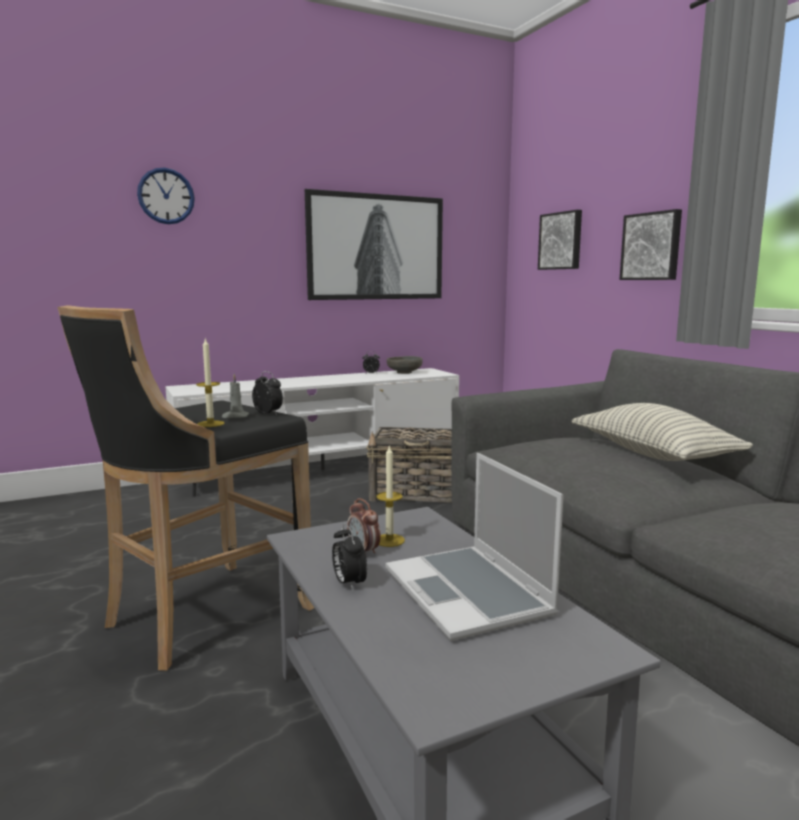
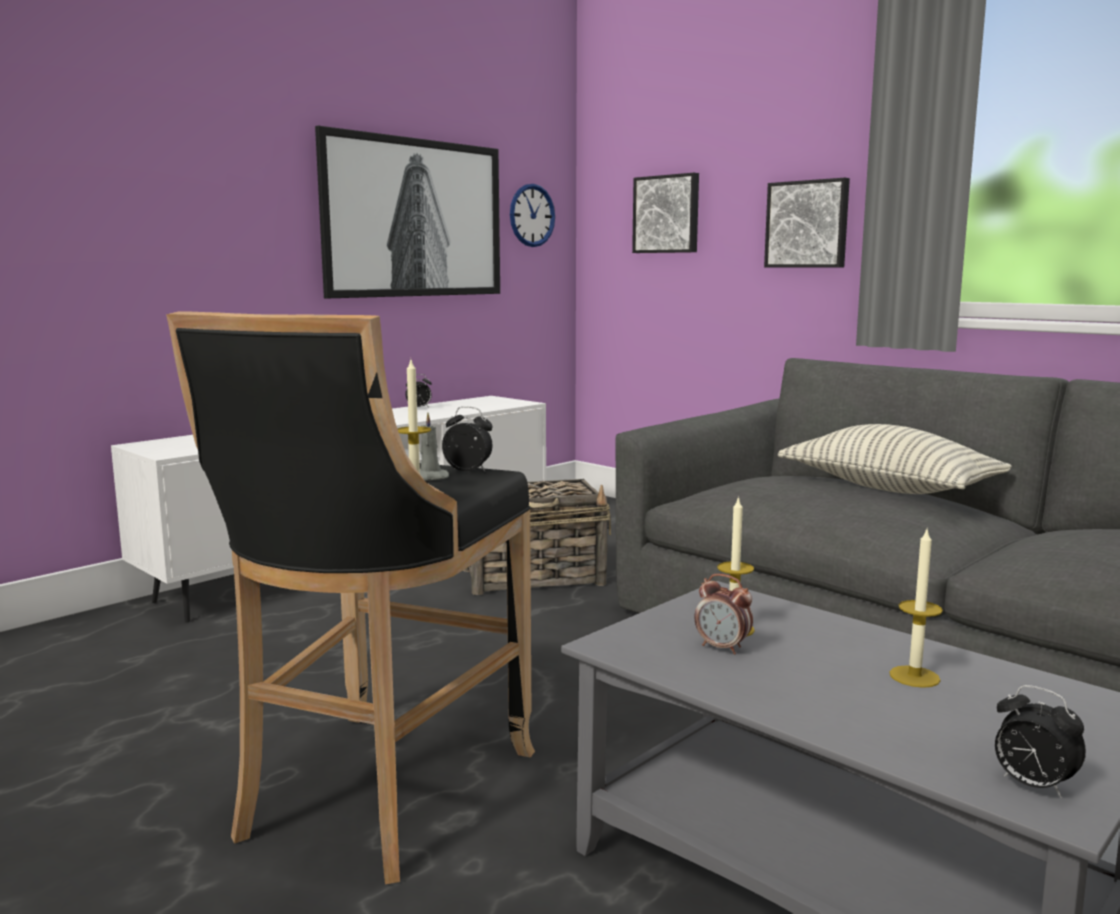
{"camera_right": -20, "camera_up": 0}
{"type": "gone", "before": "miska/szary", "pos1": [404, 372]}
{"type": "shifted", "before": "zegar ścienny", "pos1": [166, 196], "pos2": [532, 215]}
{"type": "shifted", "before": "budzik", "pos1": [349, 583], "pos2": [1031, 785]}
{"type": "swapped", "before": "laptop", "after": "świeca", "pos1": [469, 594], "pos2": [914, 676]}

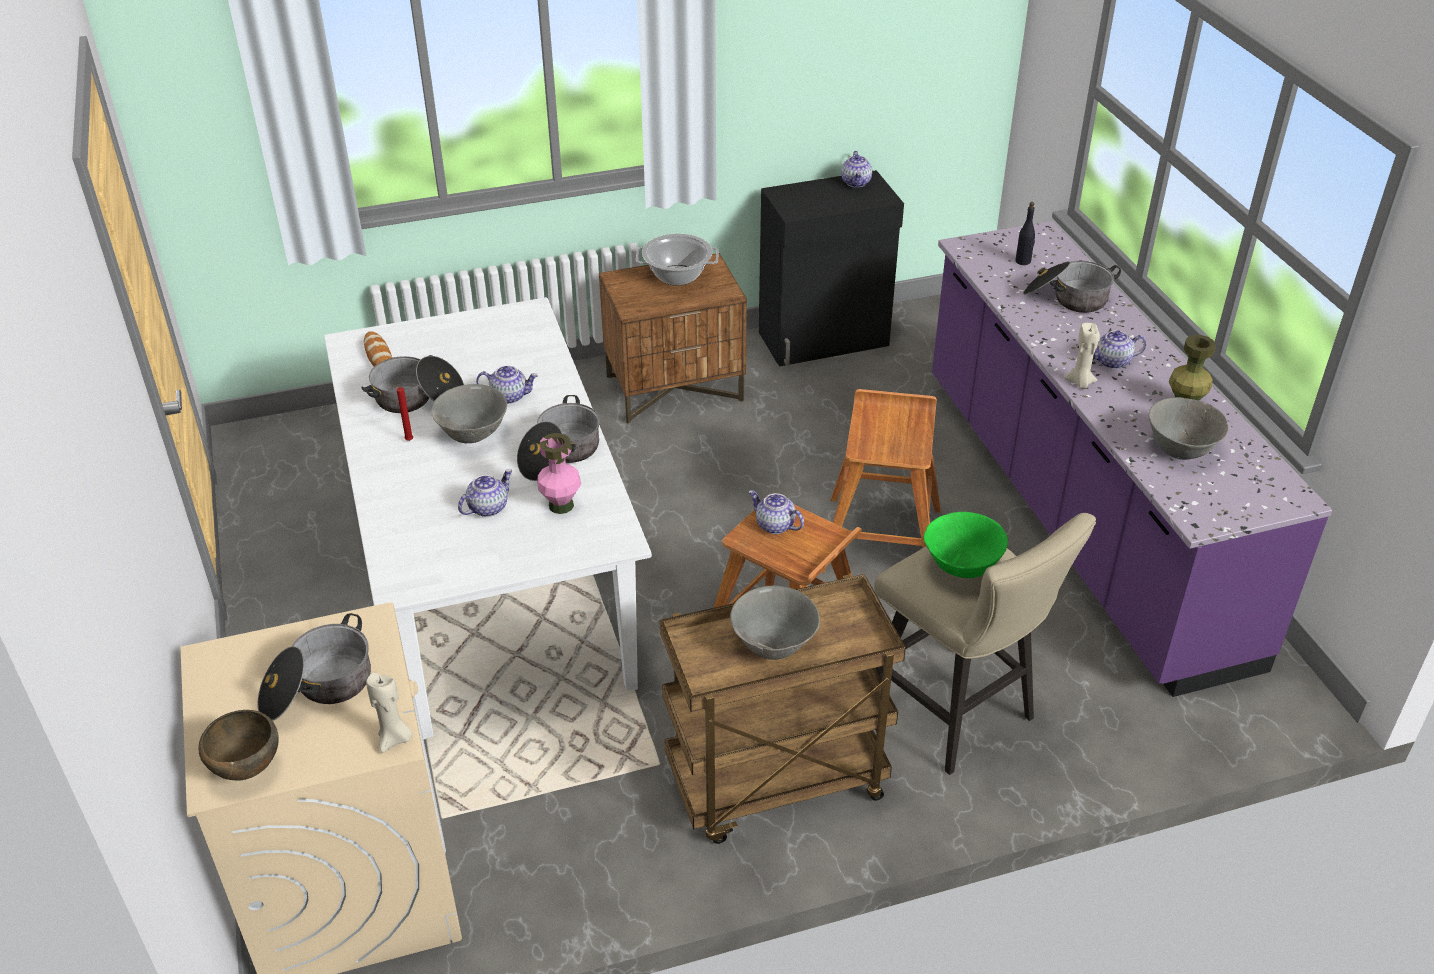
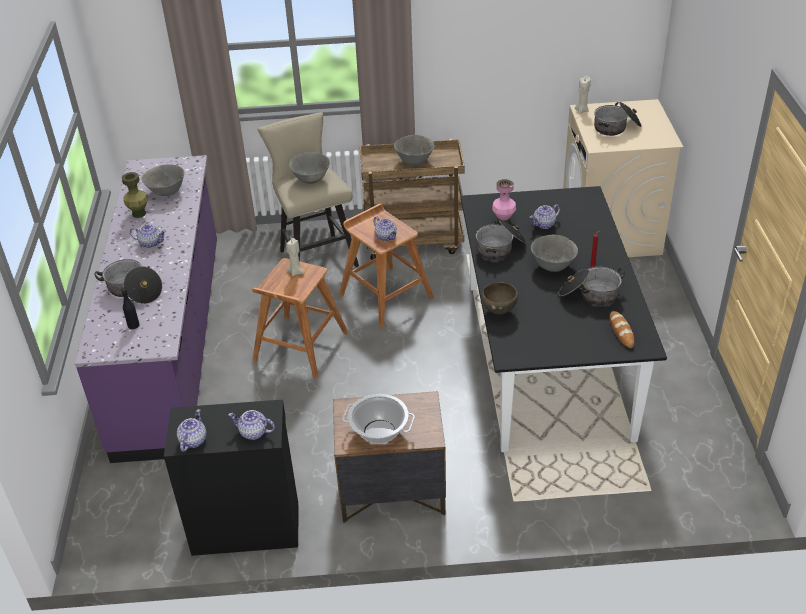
{"camera_right": -165, "camera_up": 0}
{"type": "shifted", "before": "miska/brązowy", "pos1": [247, 770], "pos2": [499, 311]}
{"type": "shifted", "before": "imbryk", "pos1": [509, 396], "pos2": [253, 432]}
{"type": "shifted", "before": "świeca/beżowy", "pos1": [1080, 382], "pos2": [296, 272]}
{"type": "repainted", "before": "stół jadalny/biały", "after": "stół jadalny/czarny", "pos1": [491, 575], "pos2": [547, 358]}
{"type": "repainted", "before": "miska/zielony", "after": "miska/szary", "pos1": [962, 567], "pos2": [311, 179]}

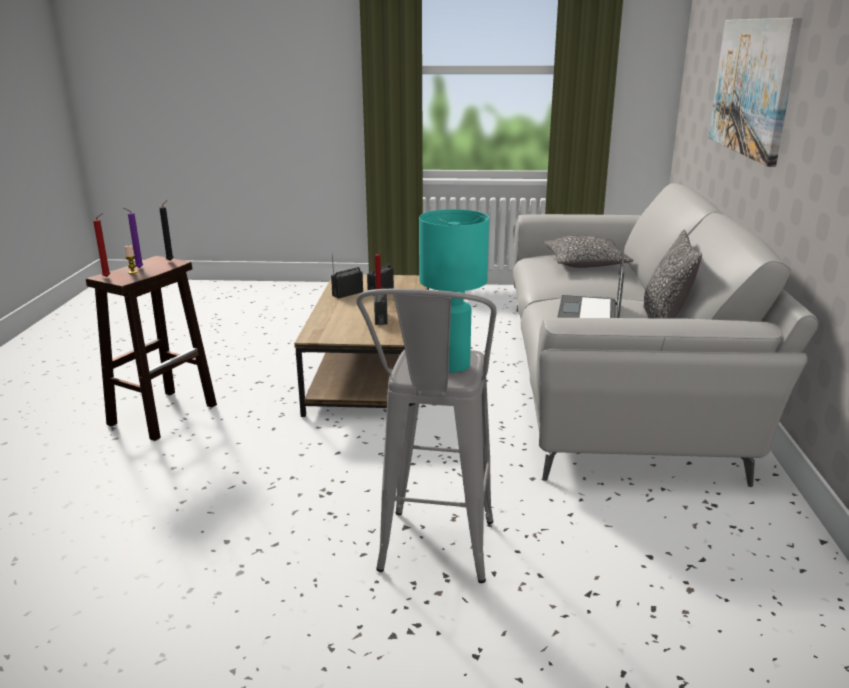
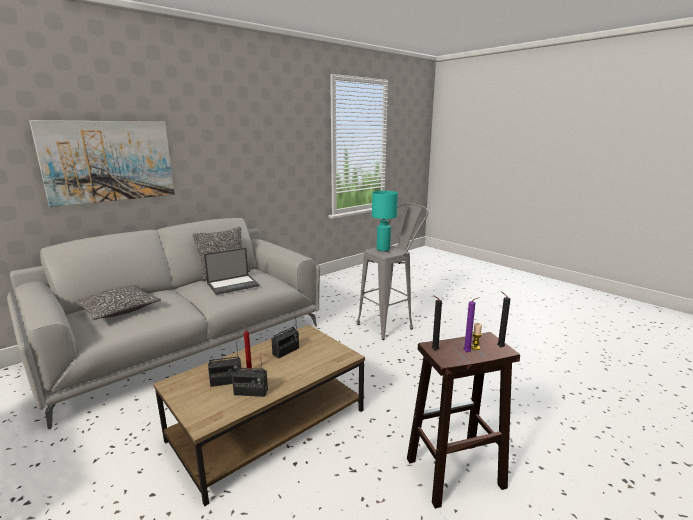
{"camera_right": -135, "camera_up": -5}
{"type": "repainted", "before": "świeca/czerwony", "after": "świeca/czarny", "pos1": [108, 276], "pos2": [499, 347]}

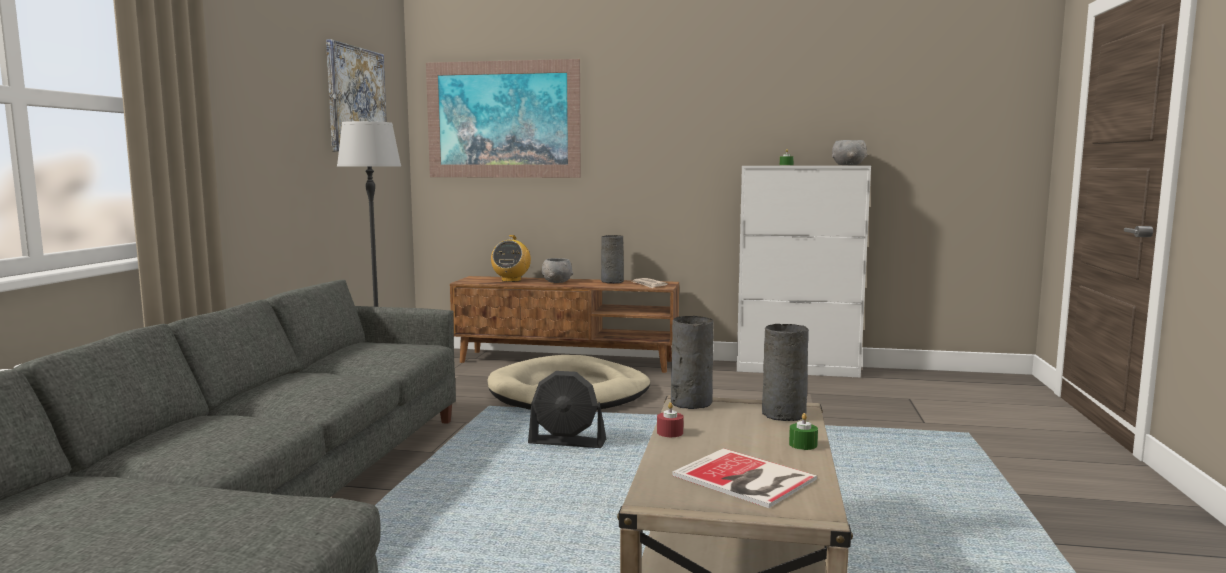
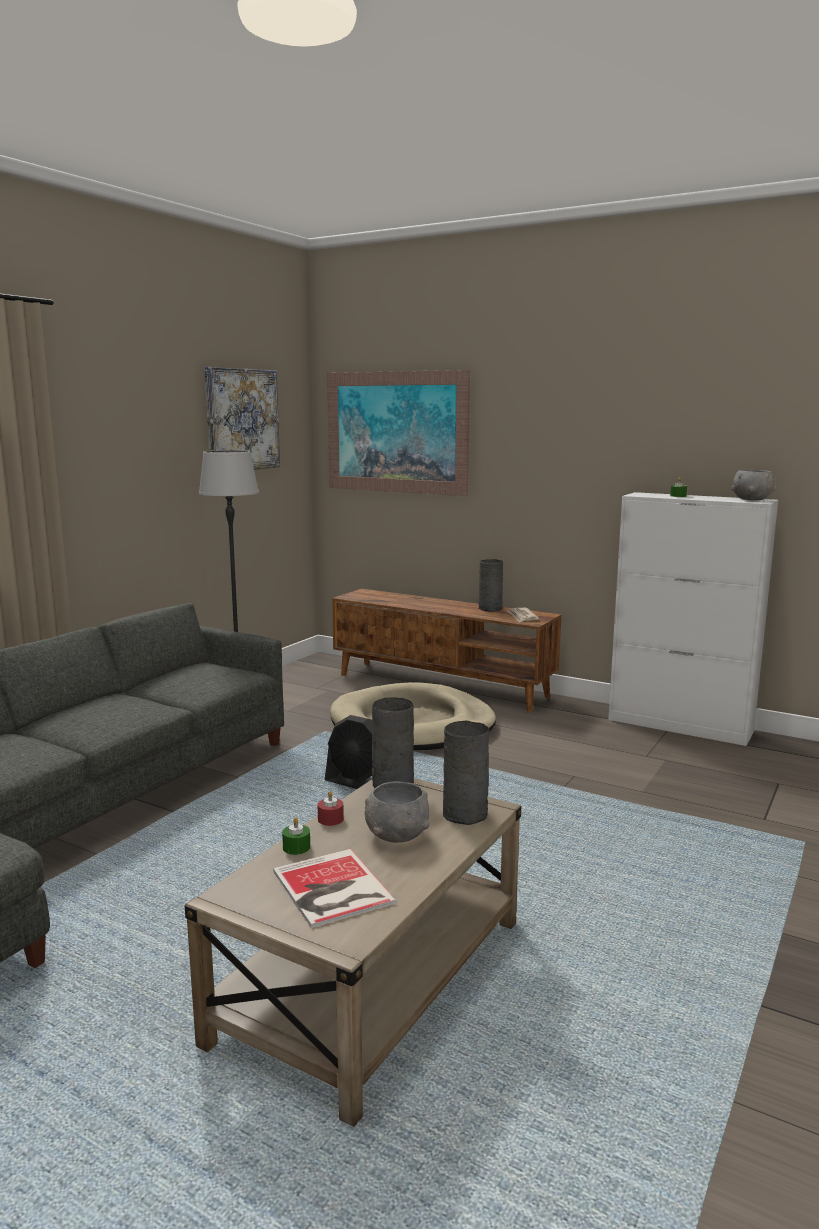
{"camera_right": 20, "camera_up": 5}
{"type": "gone", "before": "radio", "pos1": [511, 280]}
{"type": "shifted", "before": "miska/szary", "pos1": [556, 282], "pos2": [396, 835]}
{"type": "shifted", "before": "świeca/zielony", "pos1": [803, 445], "pos2": [296, 847]}

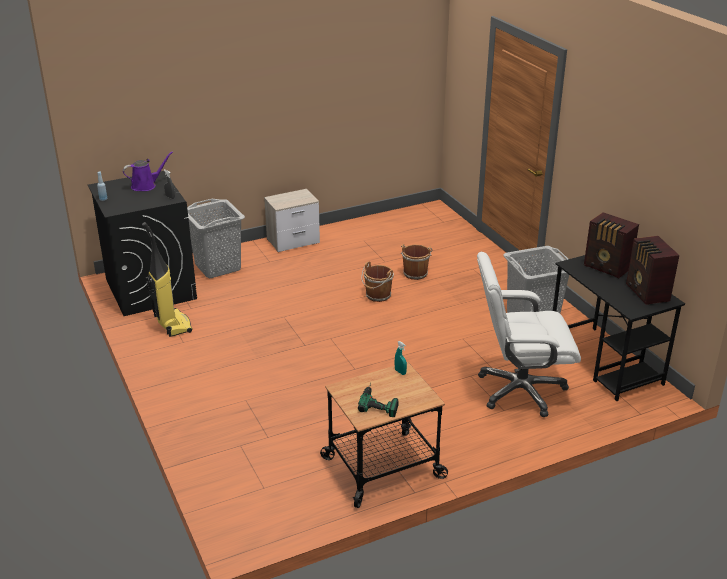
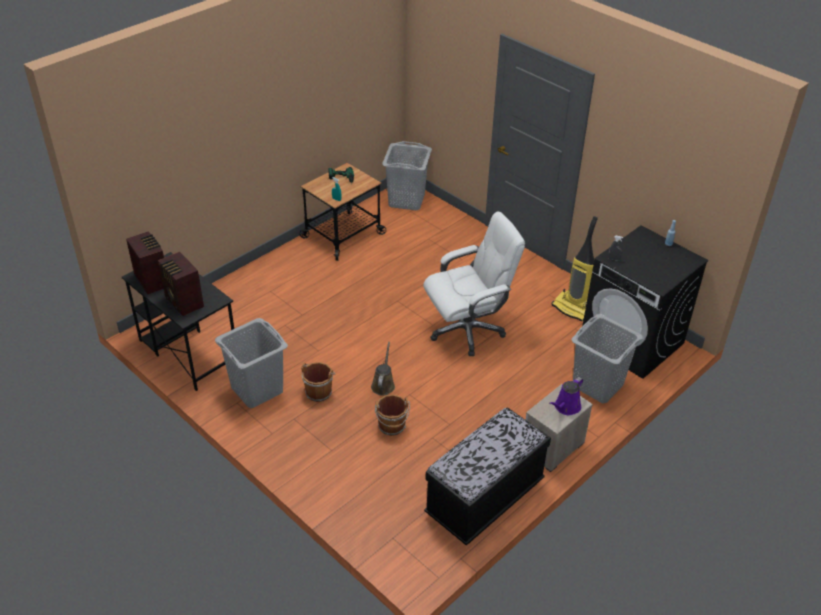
{"camera_right": 160, "camera_up": 10}
{"type": "new", "after": "konewka/brązowy", "pos2": [383, 384]}
{"type": "new", "after": "kosz na pranie/szary", "pos2": [407, 200]}
{"type": "new", "after": "ławka/czarny", "pos2": [484, 499]}
{"type": "shifted", "before": "konewka/fioletowy", "pos1": [146, 186], "pos2": [566, 407]}
{"type": "shifted", "before": "wiadro/brązowy", "pos1": [377, 296], "pos2": [319, 391]}
{"type": "shifted", "before": "krzesło biurowe/biały", "pos1": [520, 390], "pos2": [467, 329]}
{"type": "rotated", "before": "radio", "pos1": [607, 268], "pos2": [184, 303], "turn": -150}

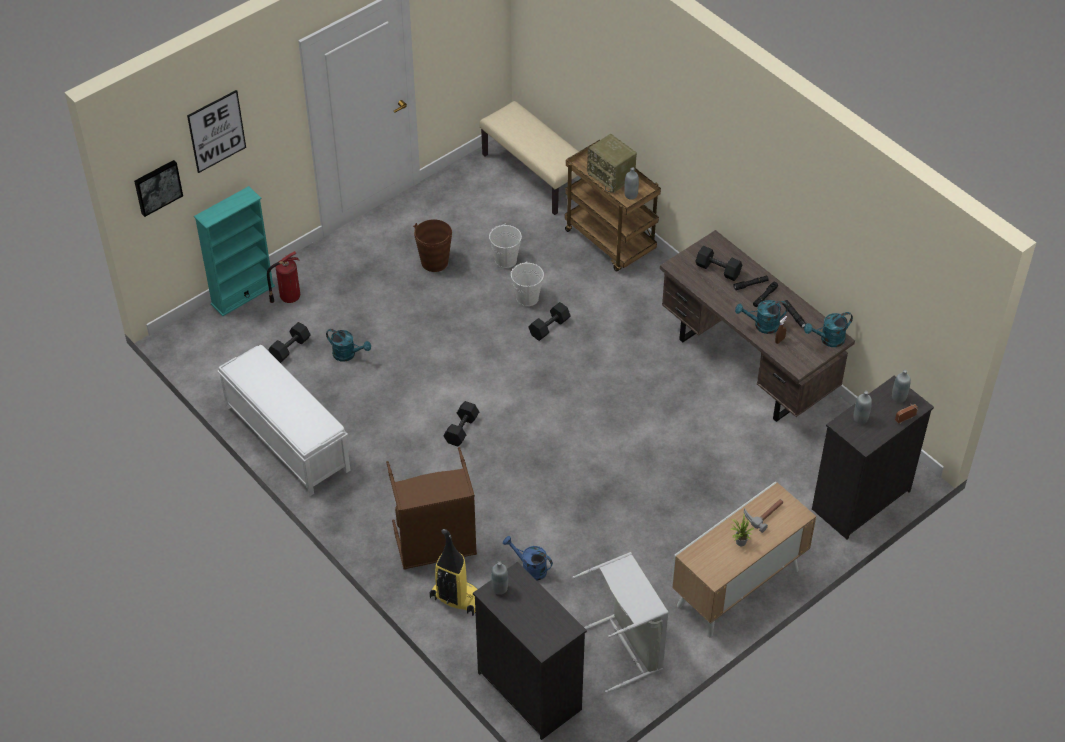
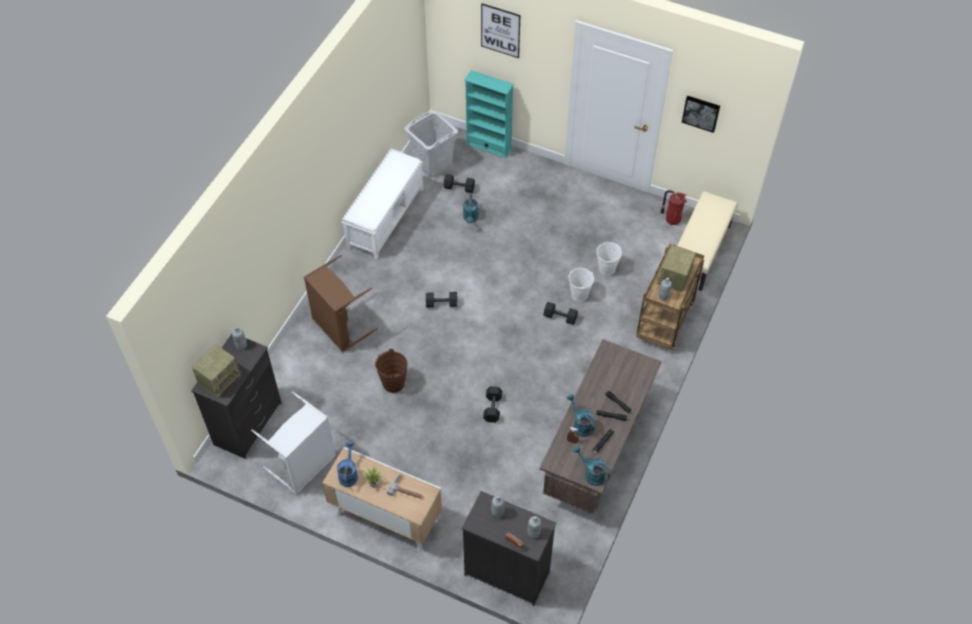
{"camera_right": 65, "camera_up": 5}
{"type": "gone", "before": "odkurzacz", "pos1": [456, 598]}
{"type": "new", "after": "radio", "pos2": [219, 379]}
{"type": "new", "after": "kosz na pranie/szary", "pos2": [433, 163]}
{"type": "shifted", "before": "obraz", "pos1": [157, 187], "pos2": [701, 112]}
{"type": "shifted", "before": "gaśnica", "pos1": [288, 297], "pos2": [672, 219]}
{"type": "shifted", "before": "wiadro/brązowy", "pos1": [434, 262], "pos2": [393, 383]}
{"type": "shifted", "before": "konewka/niebieski", "pos1": [529, 568], "pos2": [348, 473]}
{"type": "shifted", "before": "hantel/czarny", "pos1": [717, 270], "pos2": [492, 407]}

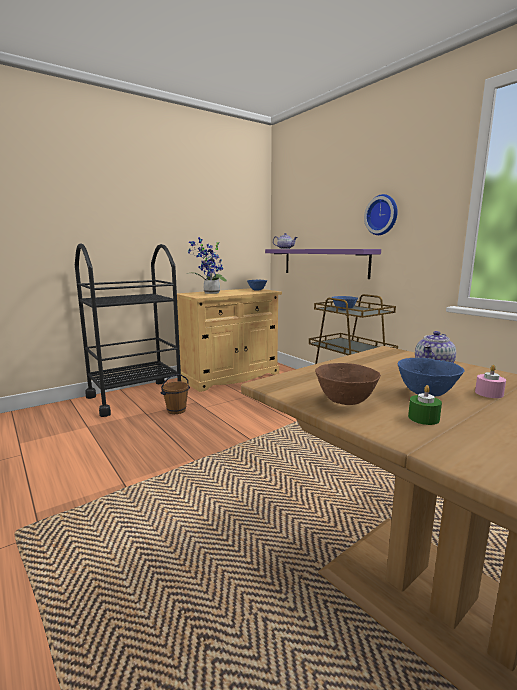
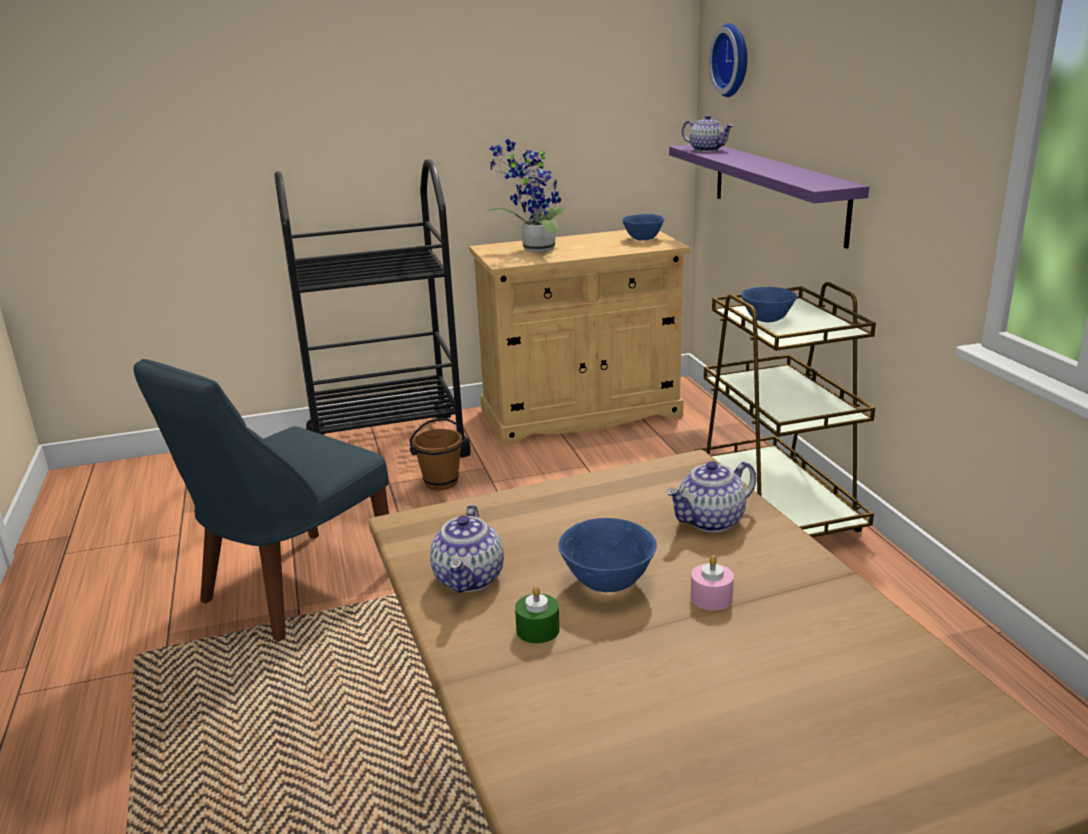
{"camera_right": 20, "camera_up": 10}
{"type": "new", "after": "krzesło/niebieski", "pos2": [291, 589]}
{"type": "shifted", "before": "zegar ścienny", "pos1": [382, 215], "pos2": [733, 60]}
{"type": "swapped", "before": "miska/brązowy", "after": "imbryk", "pos1": [345, 401], "pos2": [469, 579]}

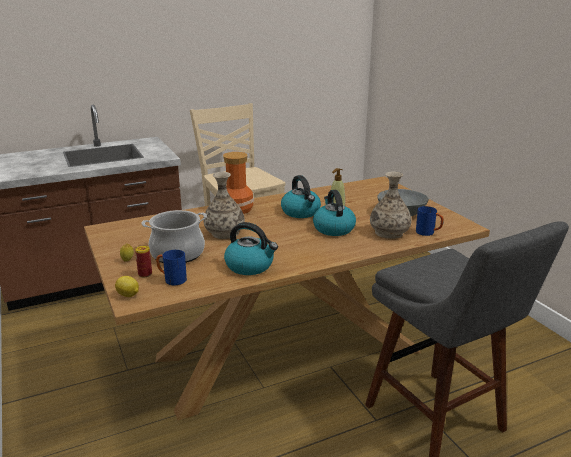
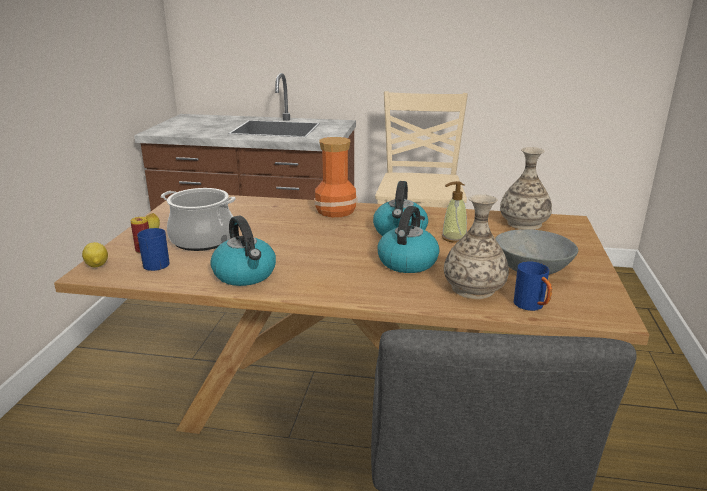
{"camera_right": 35, "camera_up": 0}
{"type": "shifted", "before": "wazon", "pos1": [224, 233], "pos2": [523, 223]}

